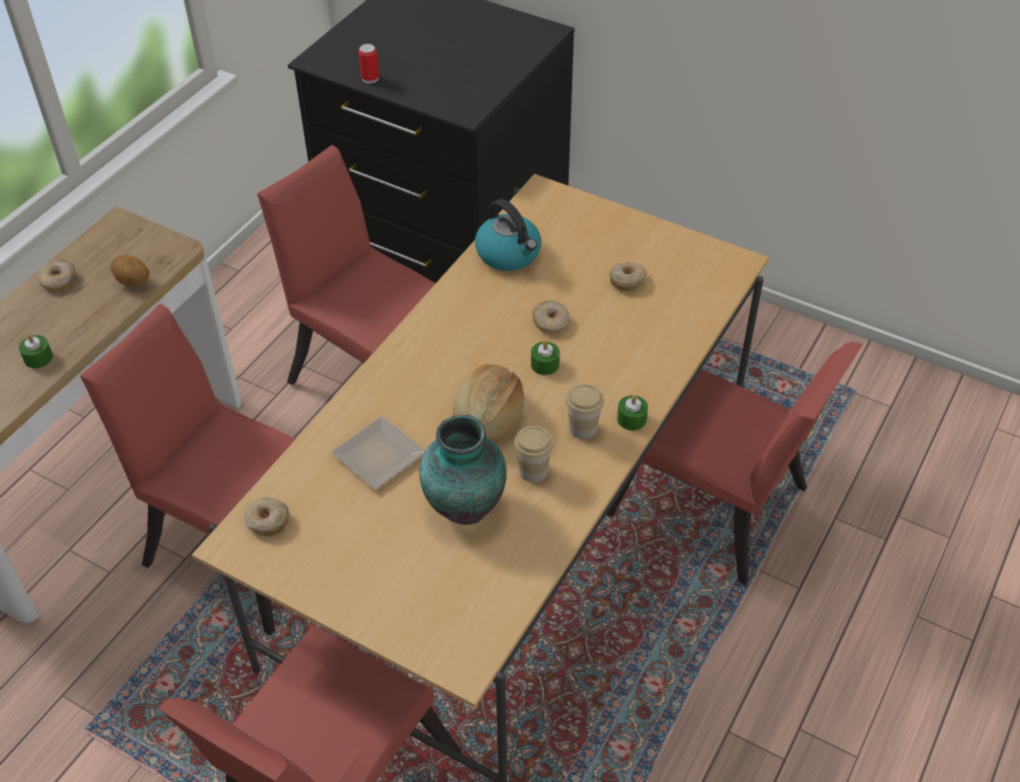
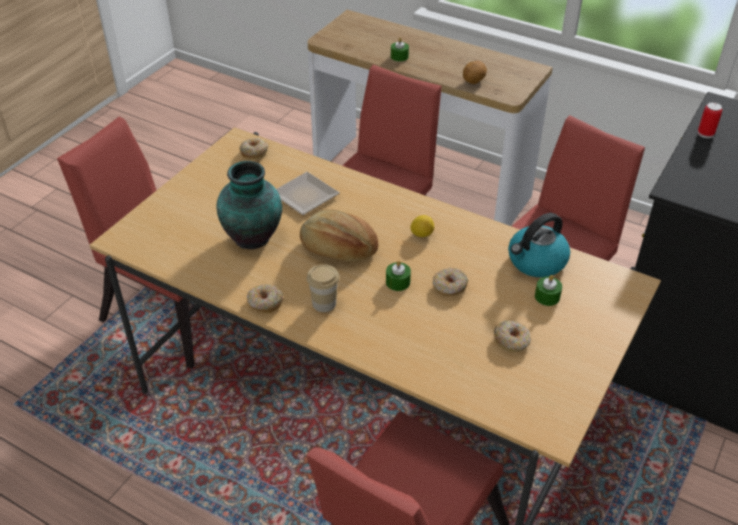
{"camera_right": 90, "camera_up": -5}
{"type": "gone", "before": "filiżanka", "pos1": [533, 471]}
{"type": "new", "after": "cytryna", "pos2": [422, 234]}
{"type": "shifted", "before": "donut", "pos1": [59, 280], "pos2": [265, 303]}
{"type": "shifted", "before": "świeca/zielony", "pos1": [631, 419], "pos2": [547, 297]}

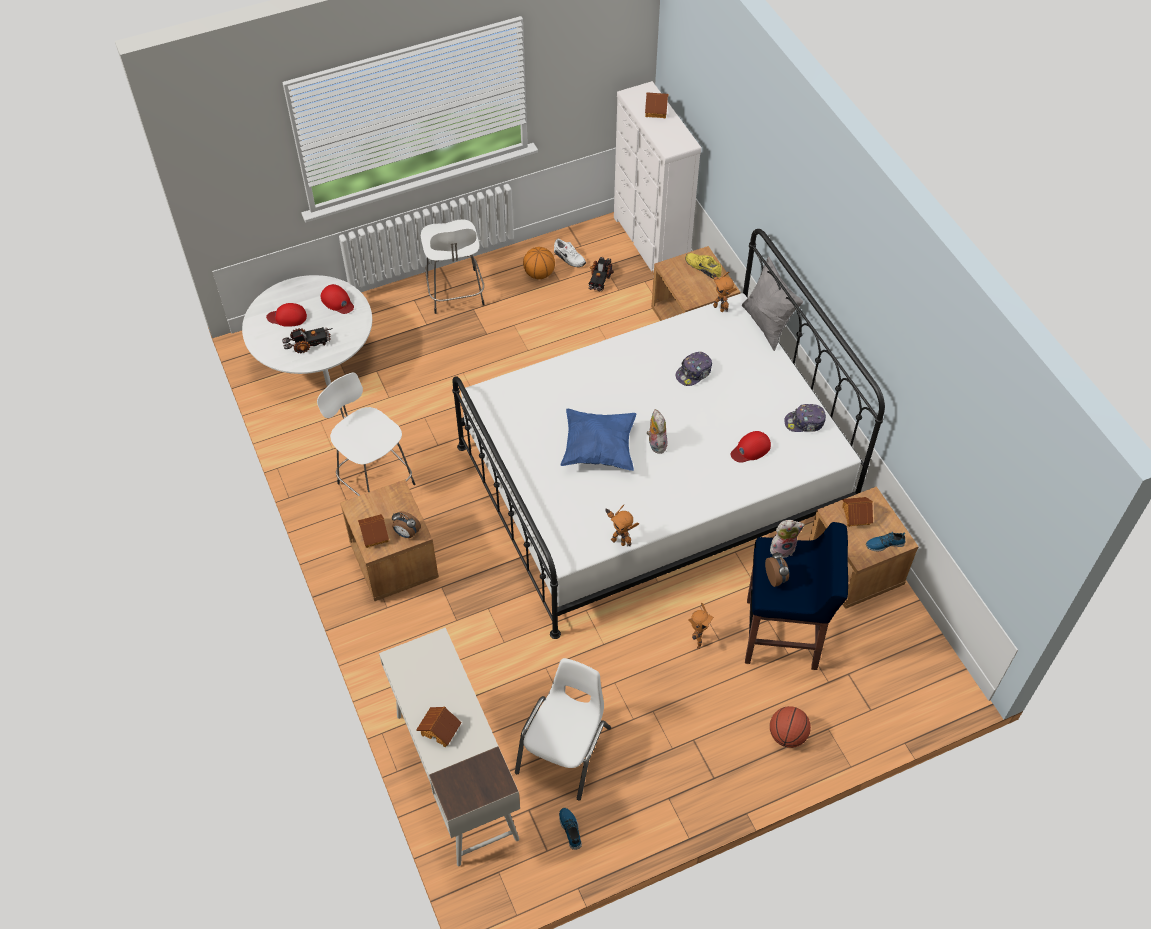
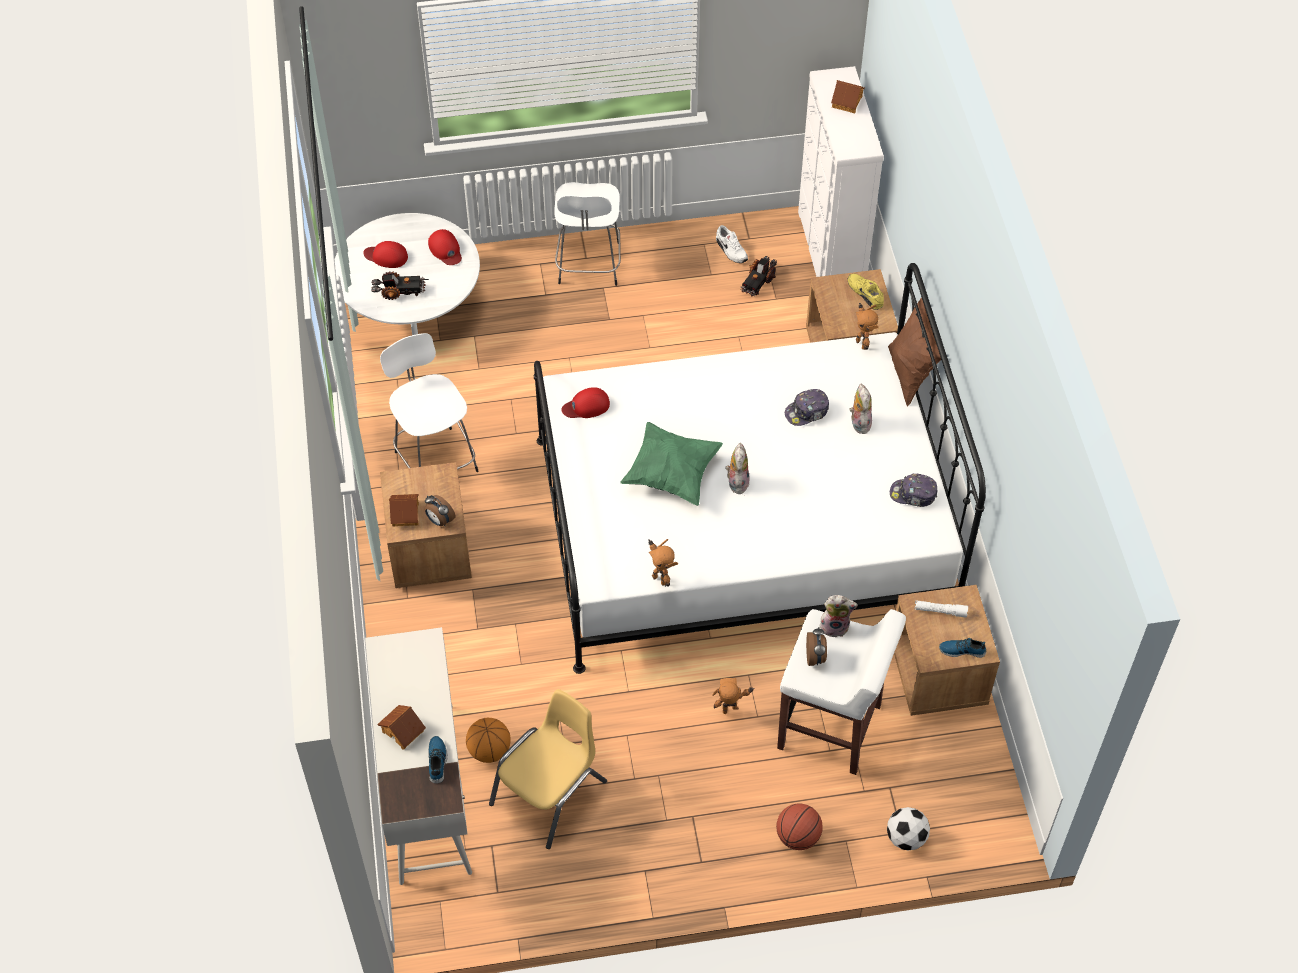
{"camera_right": 15, "camera_up": 0}
{"type": "new", "after": "pluszak", "pos2": [859, 423]}
{"type": "new", "after": "piłka futbolowa", "pos2": [906, 838]}
{"type": "shifted", "before": "piłka do koszykówki", "pos1": [539, 274], "pos2": [489, 750]}
{"type": "shifted", "before": "but", "pos1": [571, 829], "pos2": [437, 761]}
{"type": "shifted", "before": "czapka z daszkiem/czerwony", "pos1": [750, 449], "pos2": [586, 406]}
{"type": "swapped", "before": "domek", "after": "latarka/biały", "pos1": [855, 515], "pos2": [940, 611]}
{"type": "repainted", "before": "krzesło/biały", "after": "krzesło/żółty", "pos1": [565, 750], "pos2": [550, 793]}
{"type": "repainted", "before": "poduszka/niebieski", "after": "poduszka/zielony", "pos1": [598, 449], "pos2": [671, 474]}
{"type": "repainted", "before": "poduszka/szary", "after": "poduszka/brązowy", "pos1": [767, 325], "pos2": [910, 375]}
{"type": "repainted", "before": "stołek/niebieski", "after": "stołek/biały", "pos1": [783, 635], "pos2": [831, 728]}
{"type": "rotated", "before": "robot zabawkowy", "pos1": [696, 641], "pos2": [731, 712], "turn": -135}

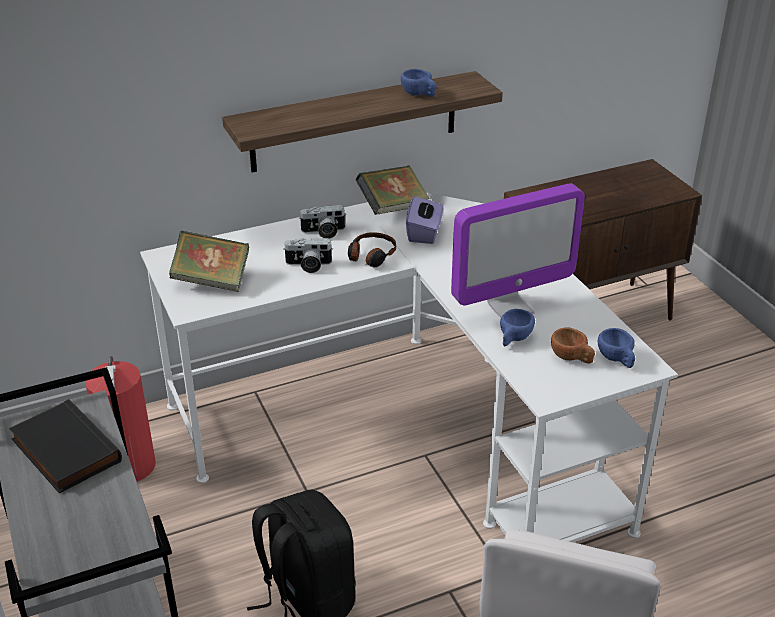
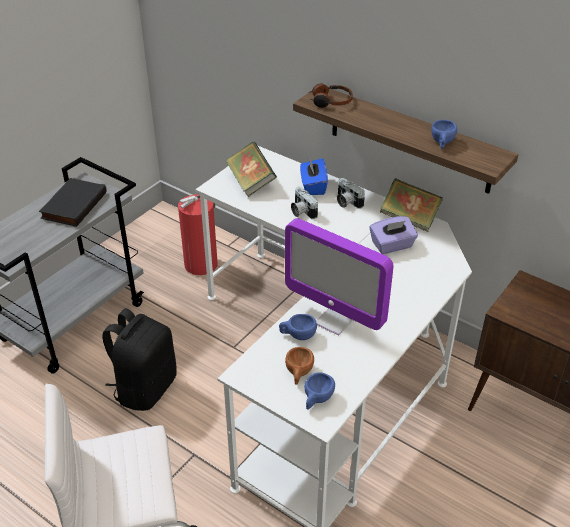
{"camera_right": 60, "camera_up": 5}
{"type": "new", "after": "pudełko chusteczek/niebieski", "pos2": [313, 186]}
{"type": "shifted", "before": "słuchawki", "pos1": [371, 256], "pos2": [330, 101]}

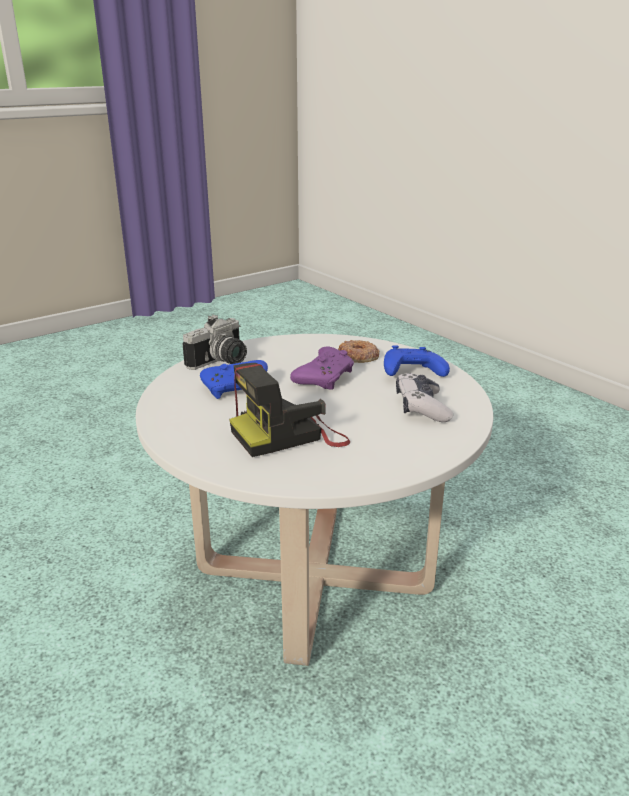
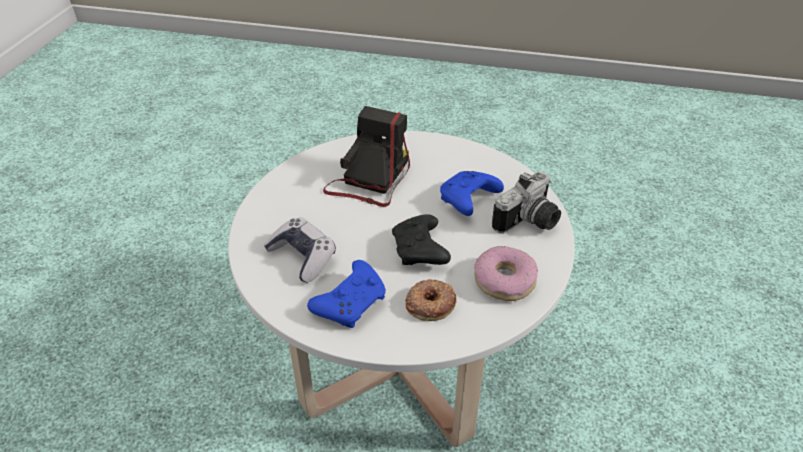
{"camera_right": 140, "camera_up": 15}
{"type": "new", "after": "donut", "pos2": [504, 280]}
{"type": "repainted", "before": "pad do gier/fioletowy", "after": "pad do gier/czarny", "pos1": [324, 378], "pos2": [420, 251]}
{"type": "rotated", "before": "aparat fotograficzny", "pos1": [222, 362], "pos2": [529, 223], "turn": -135}

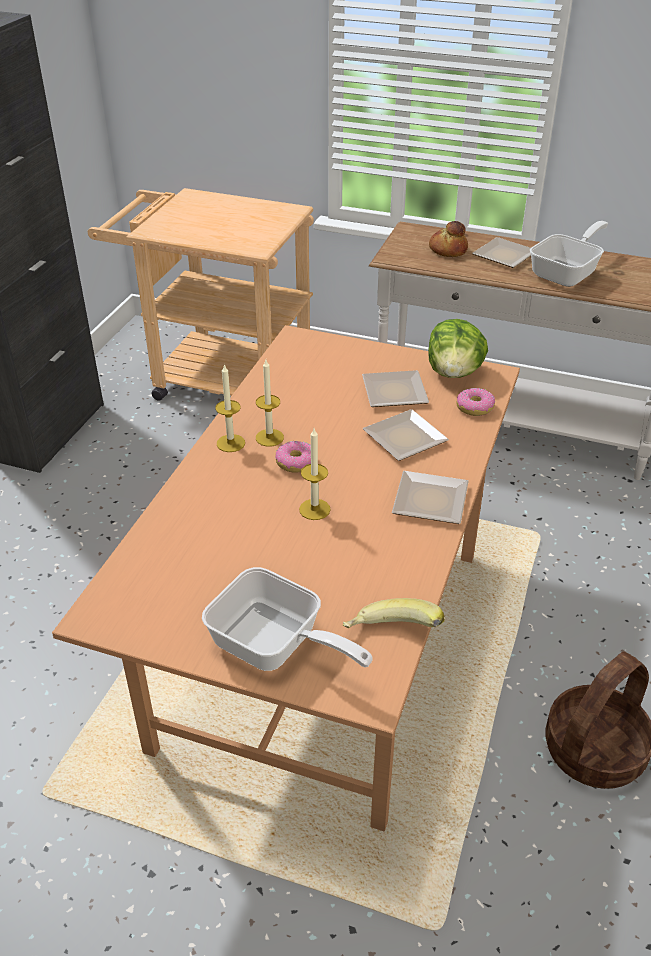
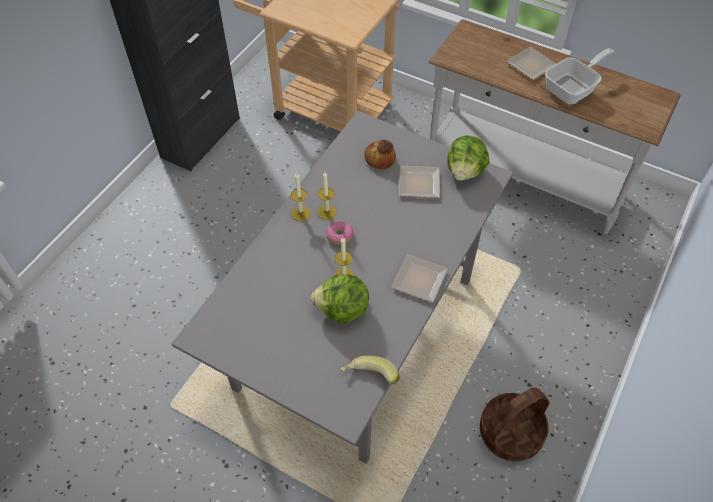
{"camera_right": 10, "camera_up": 15}
{"type": "gone", "before": "patelnia", "pos1": [275, 647]}
{"type": "gone", "before": "talerz", "pos1": [404, 440]}
{"type": "gone", "before": "donut", "pos1": [475, 407]}
{"type": "new", "after": "sałata", "pos2": [342, 310]}
{"type": "shifted", "before": "chleb", "pos1": [447, 250], "pos2": [379, 158]}
{"type": "repainted", "before": "stół jadalny/brązowy", "after": "stół jadalny/szary", "pos1": [326, 649], "pos2": [357, 335]}

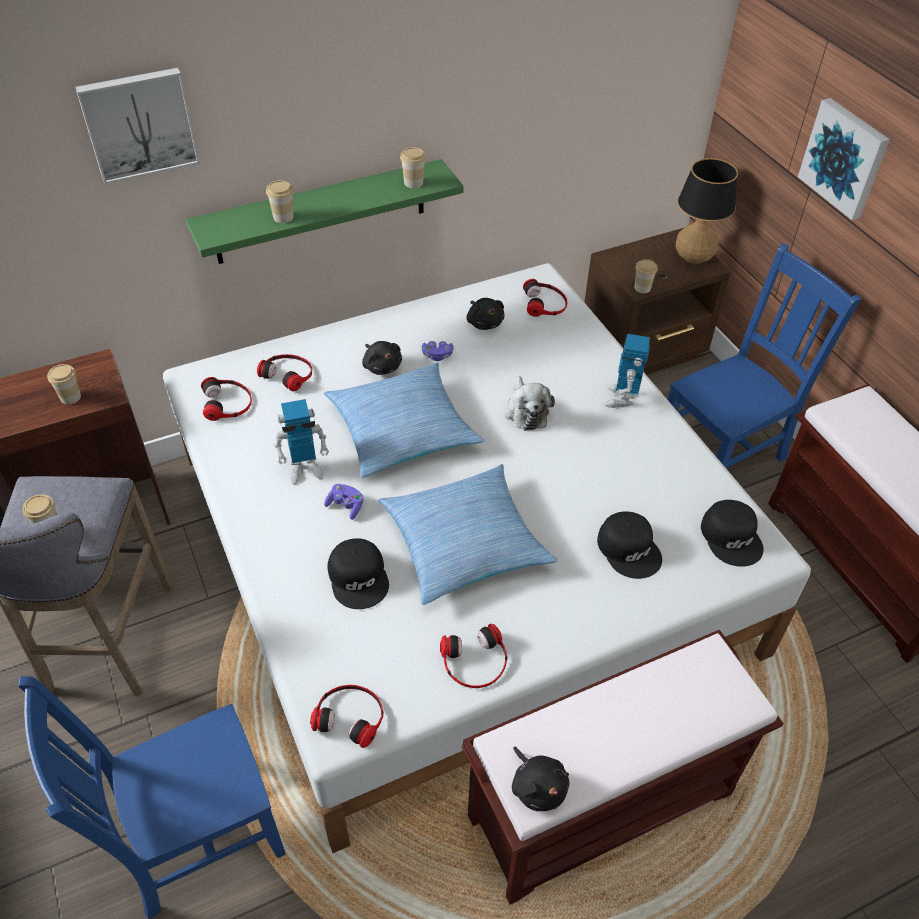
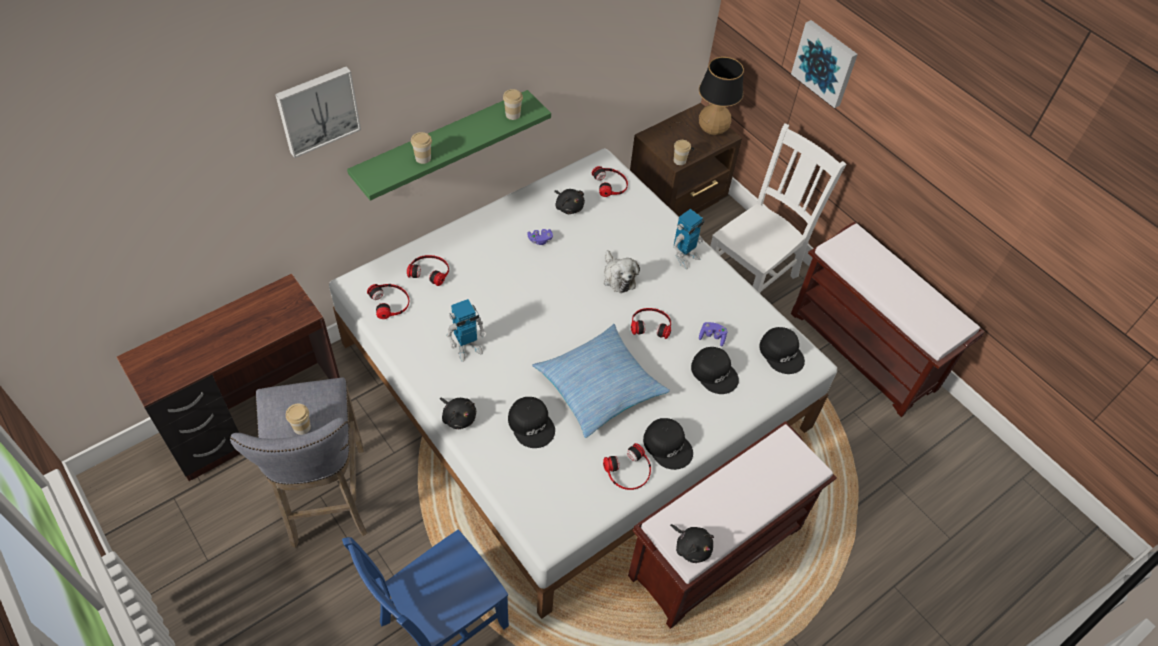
{"camera_right": -15, "camera_up": 5}
{"type": "gone", "before": "filiżanka", "pos1": [70, 397]}
{"type": "gone", "before": "poduszka", "pos1": [402, 429]}
{"type": "new", "after": "czapka z daszkiem/czarny", "pos2": [668, 445]}
{"type": "shifted", "before": "słuchawki", "pos1": [350, 715], "pos2": [651, 324]}
{"type": "shifted", "before": "pad do gier/fioletowy", "pos1": [346, 506], "pos2": [712, 337]}
{"type": "shifted", "before": "pluszak/czarny", "pos1": [382, 366], "pos2": [458, 417]}
{"type": "repainted", "before": "krzesło/niebieski", "after": "krzesło/biały", "pos1": [724, 450], "pos2": [752, 275]}
{"type": "rotated", "before": "robot zabawkowy", "pos1": [621, 399], "pos2": [684, 257], "turn": -135}

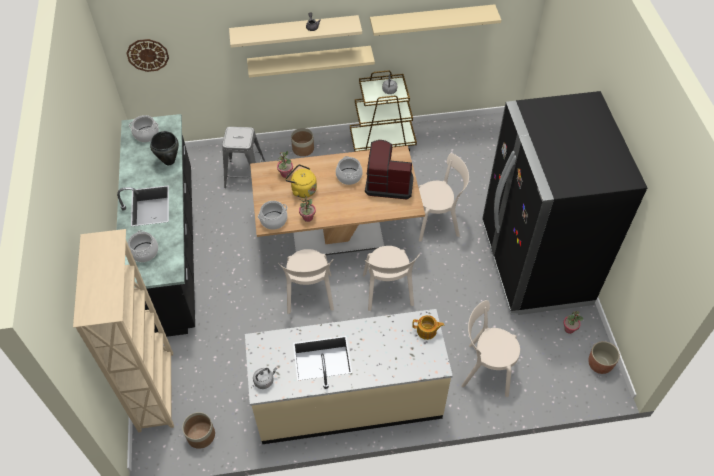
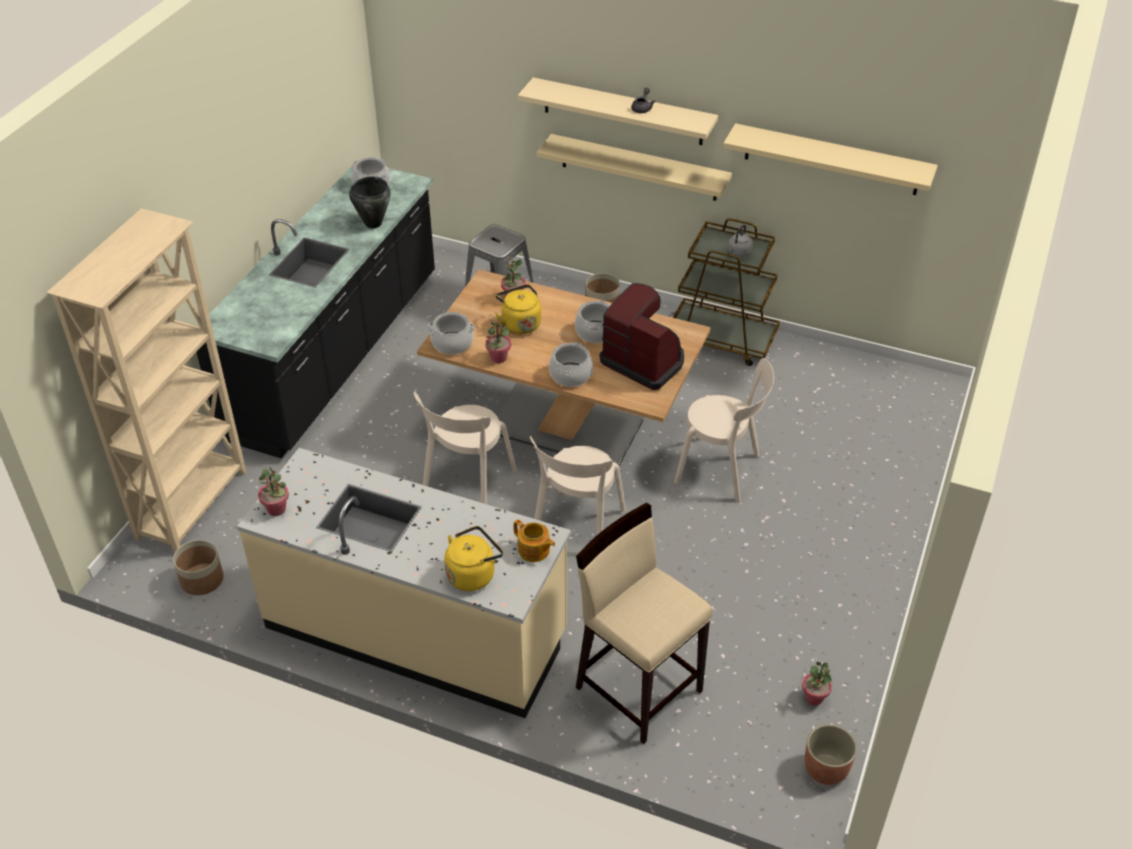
{"camera_right": 30, "camera_up": -10}
{"type": "gone", "before": "zegar ścienny", "pos1": [147, 55]}
{"type": "gone", "before": "lodówka/czarny", "pos1": [534, 264]}
{"type": "new", "after": "czajnik/żółty", "pos2": [473, 574]}
{"type": "shifted", "before": "garnek", "pos1": [144, 252], "pos2": [570, 375]}
{"type": "swapped", "before": "czajnik/szary", "after": "roślina doniczkowa", "pos1": [265, 380], "pos2": [277, 509]}
{"type": "swapped", "before": "krzesło/beżowy", "after": "stołek/beżowy", "pos1": [485, 369], "pos2": [638, 687]}

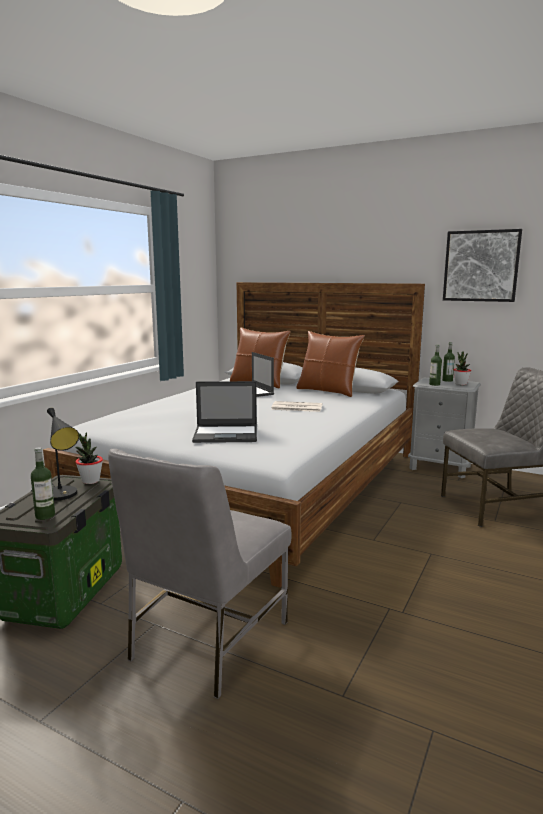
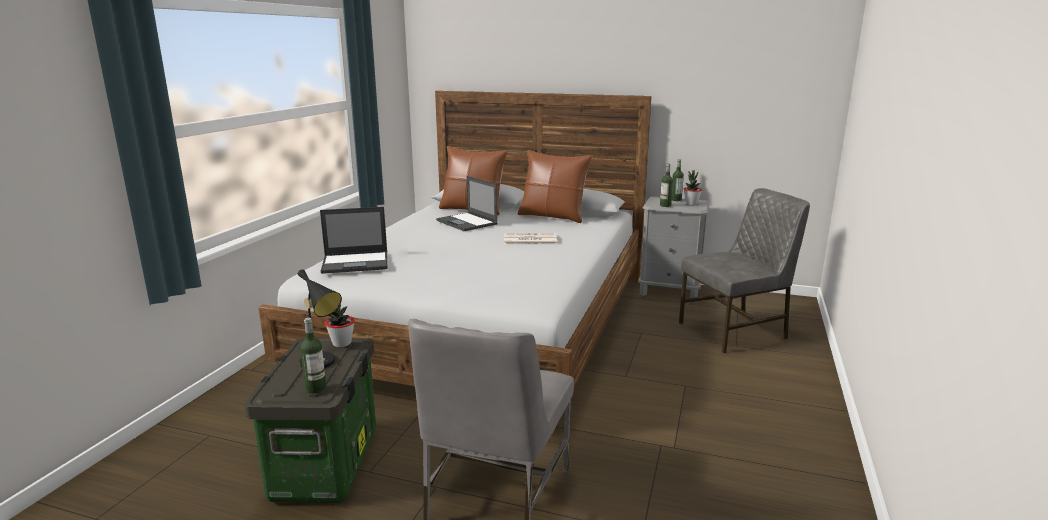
{"camera_right": -10, "camera_up": 5}
{"type": "gone", "before": "obraz", "pos1": [481, 266]}
{"type": "shifted", "before": "laptop", "pos1": [226, 434], "pos2": [356, 263]}

